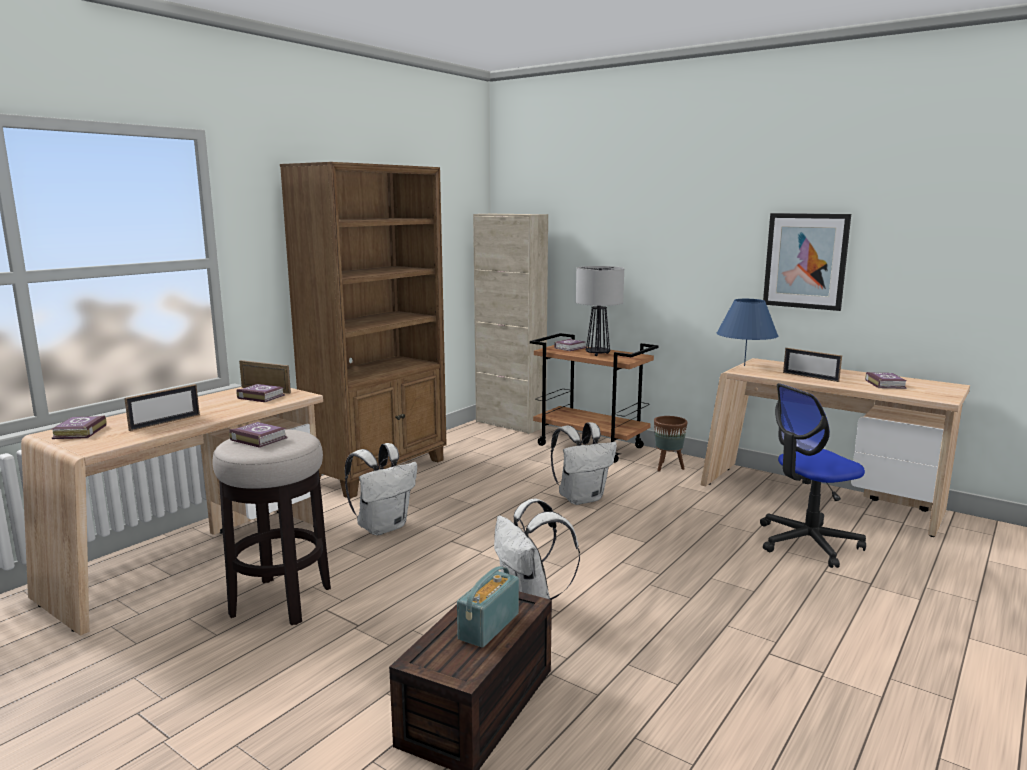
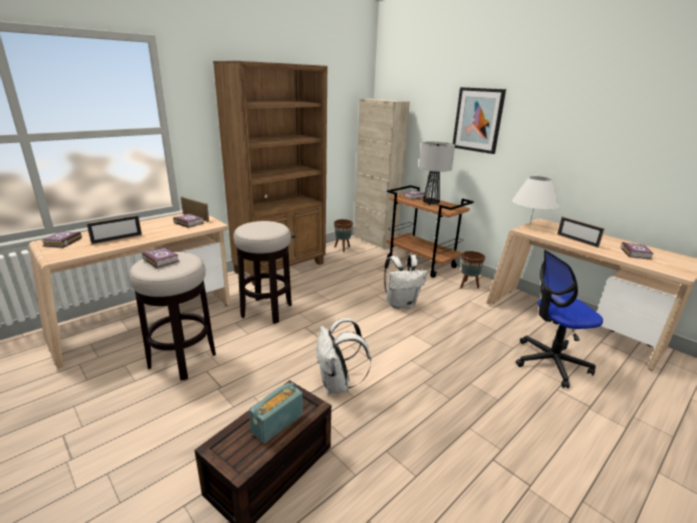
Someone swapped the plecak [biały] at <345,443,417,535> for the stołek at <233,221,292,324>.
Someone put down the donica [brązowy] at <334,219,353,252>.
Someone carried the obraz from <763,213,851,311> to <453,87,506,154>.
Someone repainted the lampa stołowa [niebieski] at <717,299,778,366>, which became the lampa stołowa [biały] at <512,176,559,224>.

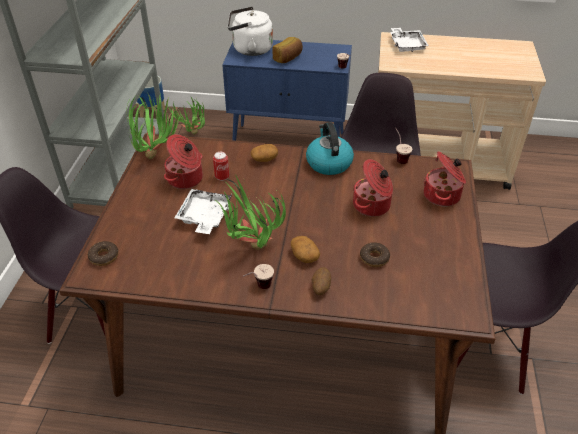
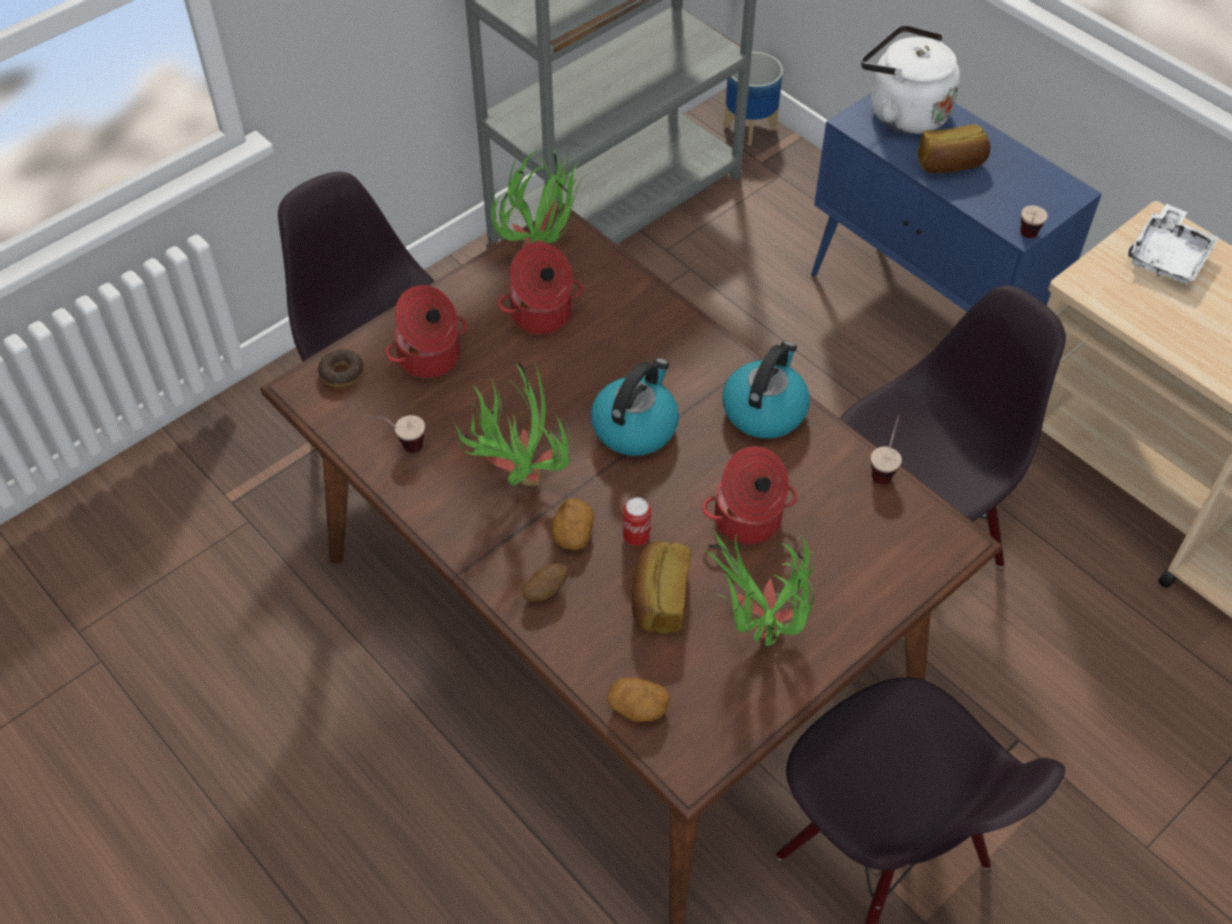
Someone carried the filiżanka from <243,264,274,289> to <367,415,425,453>.
Someone carried the garnek from <423,151,466,206> to <386,285,468,378>.
Someone put down the czajnik at <591,358,679,456>.
Someone carried the ziemniak from <251,144,278,162> to <607,678,670,722>.
Someone carried the puszka from <213,152,229,181> to <623,497,651,546>.
Someone swapped the donut at <360,242,390,267> for the chleb at <632,542,691,633>.
Someone carried the roślina doniczkowa from <168,96,205,135> to <705,532,815,646>.
Someone took away the taca [biały] at <175,189,232,234>.

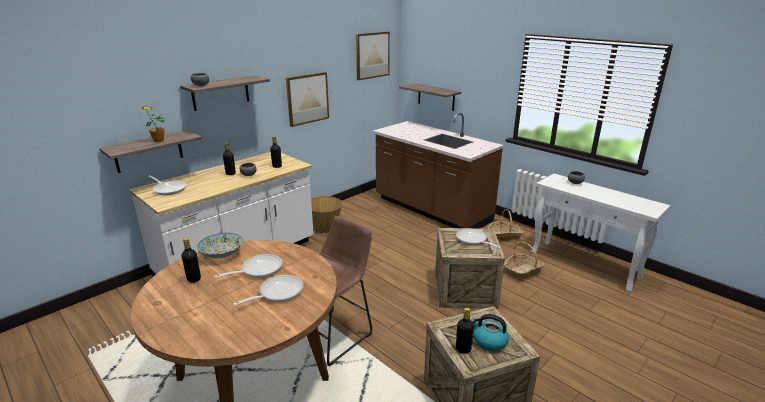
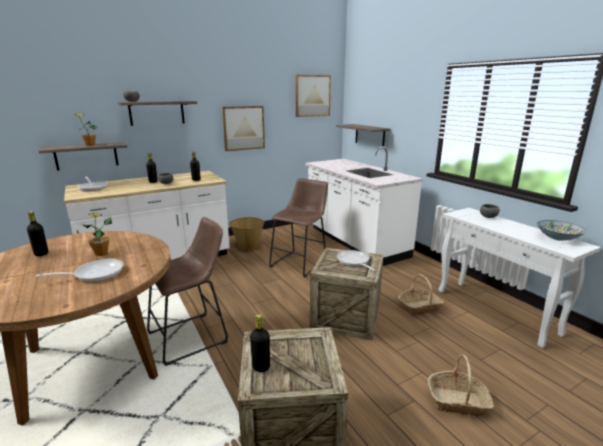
Someone swapped the patelnia at <214,254,282,278> for the roślina doniczkowa at <81,213,112,256>.
Someone put down the stołek [brązowy] at <269,178,328,278>.
Someone repainted the zabudowa kuchenna [brązowy] at <373,113,504,229>, which became the zabudowa kuchenna [biały] at <305,146,423,266>.
Someone carried the koszyk from <488,209,523,240> to <428,355,494,416>.
Someone carried the miska from <197,233,243,259> to <537,220,586,241>.
Someone took away the czajnik at <471,314,509,351>.

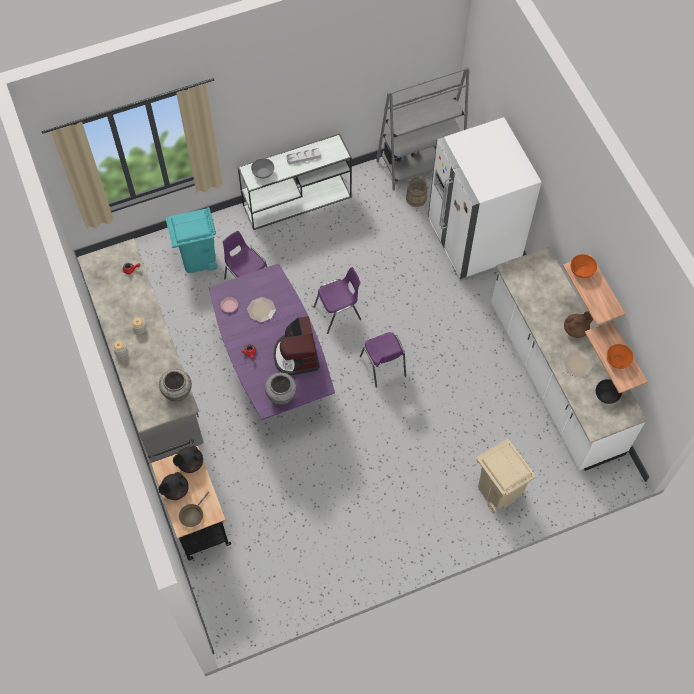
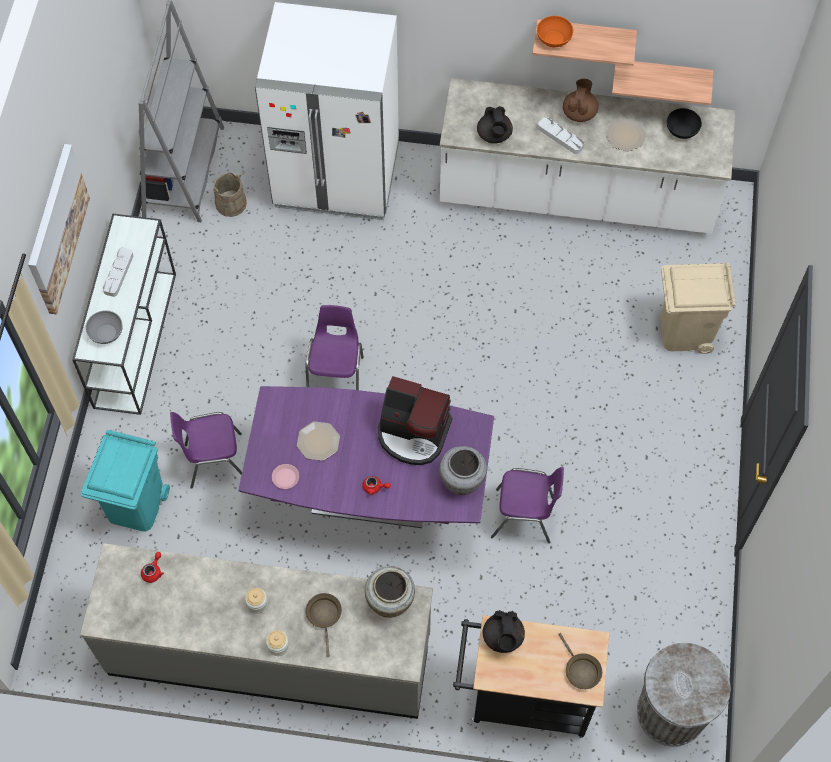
Someone put up the obraz at <28,144,90,314>.
Someone put down the patelnia [brązowy] at <306,593,342,657>.
Someone carried the imbryk [czarny] from <158,472,189,500> to <477,106,513,144>.
Someone carried the krzesło [fioletowy] from <360,332,406,388> to <491,467,564,543>.
Someone put down the taca [szary] at <538,117,584,154>.
Someone put down the kosz na śmieci [szary] at <637,643,731,747>.
Someone took away the miska [pomarańczowy] at <607,344,634,369>.

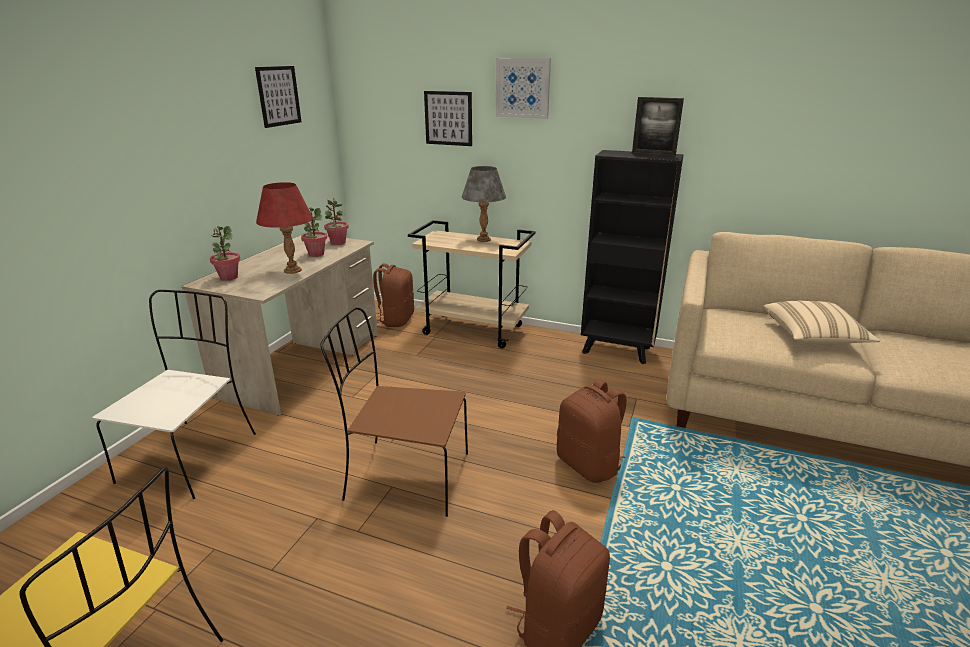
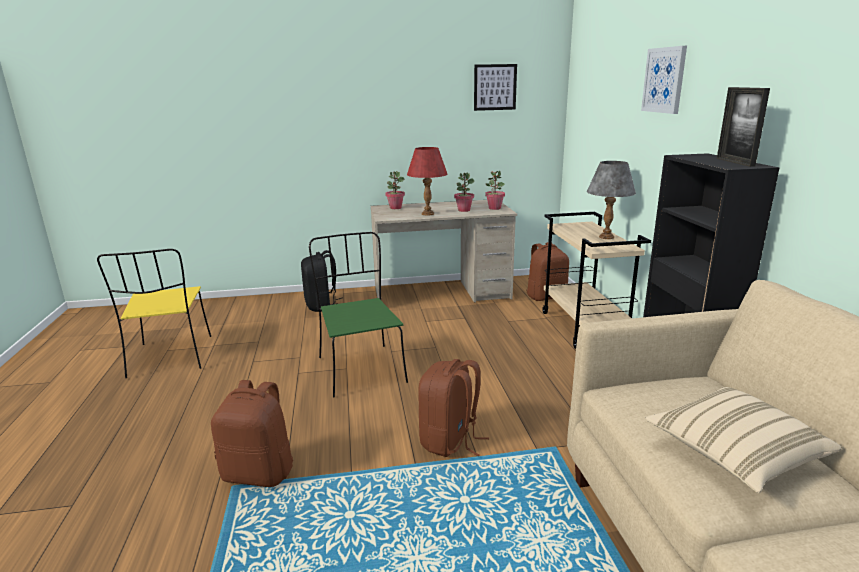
Someone swapped the krzesło [biały] at <92,290,256,499> for the plecak [czarny] at <301,250,341,312>.
Someone repainted the krzesło [brązowy] at <320,307,468,517>, which became the krzesło [zielony] at <309,232,408,397>.
Someone took away the obraz at <424,91,472,146>.

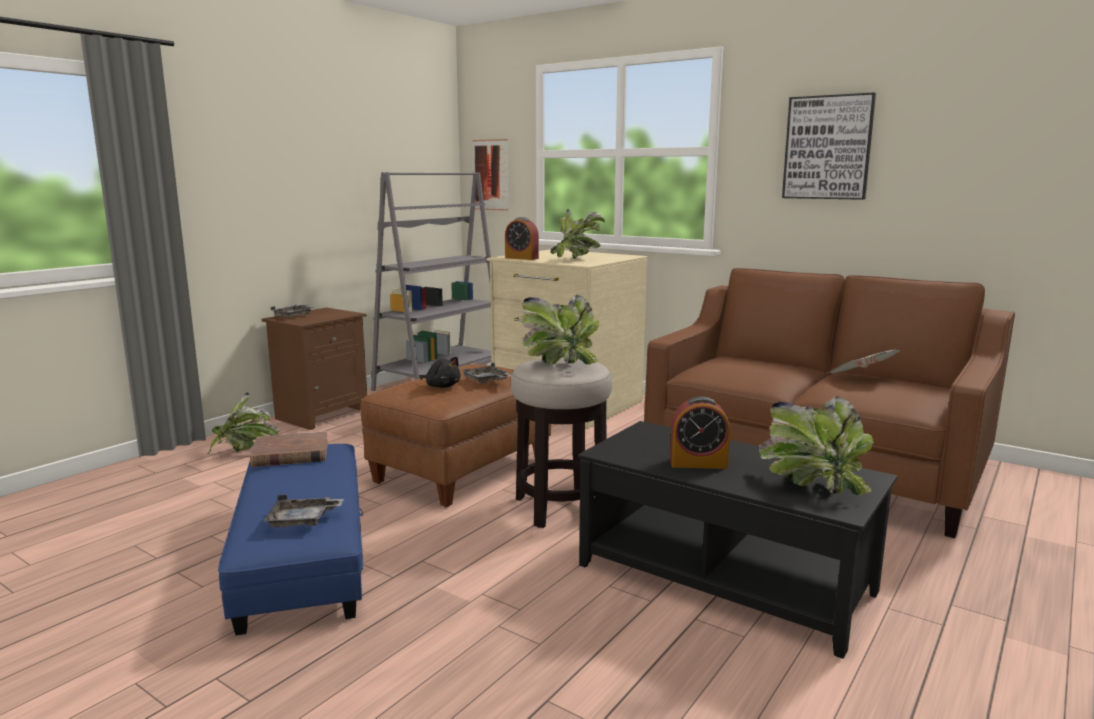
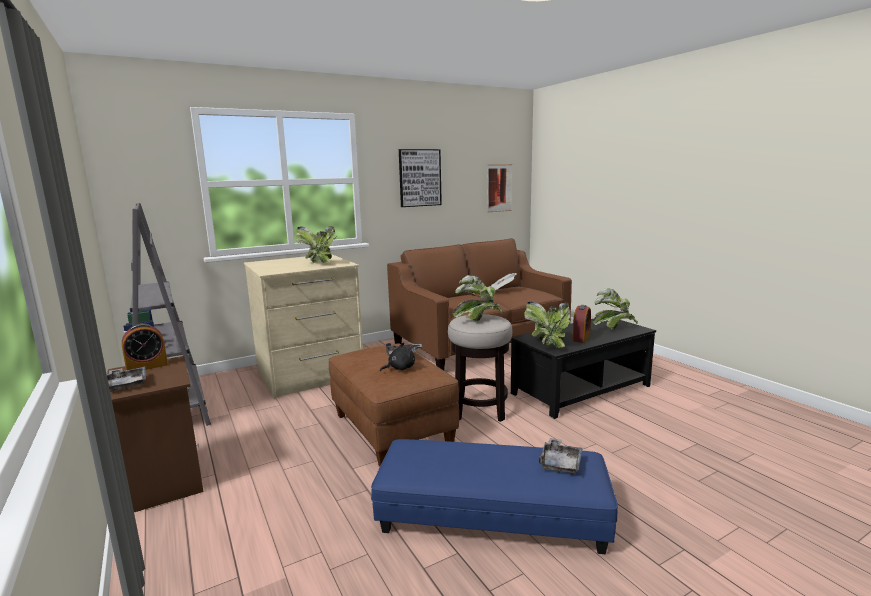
Someone carried the budzik from <505,217,539,260> to <122,323,168,370>.
Someone carried the obraz from <473,139,509,211> to <487,164,512,212>.
Someone carried the roślina doniczkowa from <207,393,280,454> to <524,301,571,348>.
Someone took away the książka [brązowy] at <250,431,328,467>.

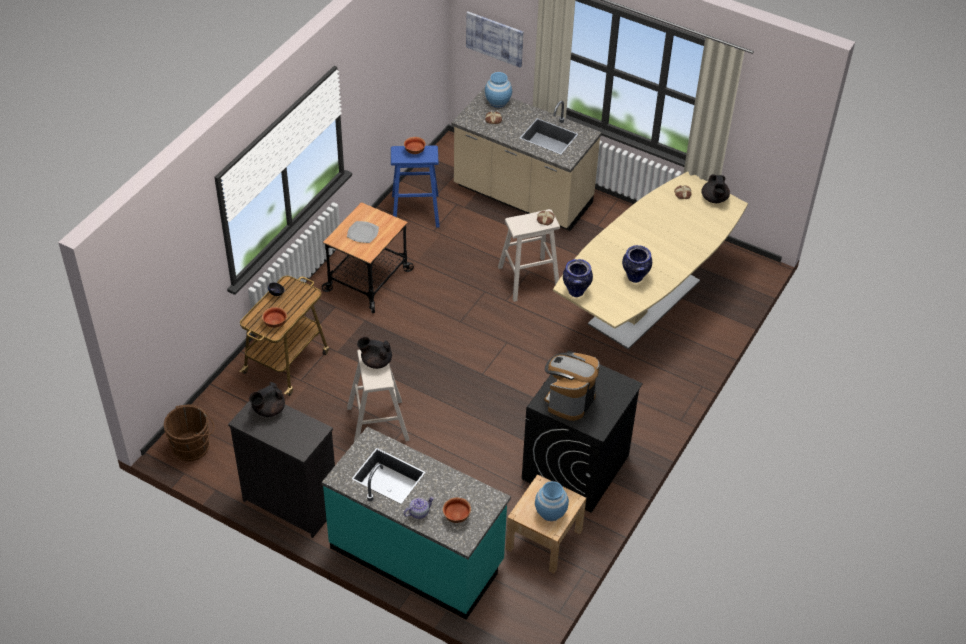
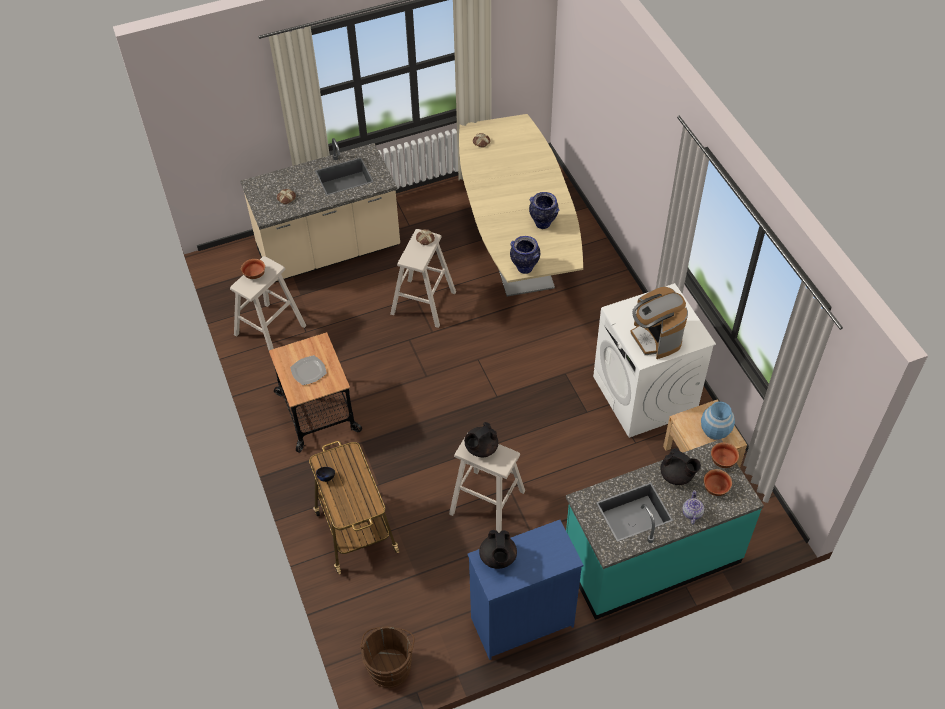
Someone repainted the stołek [niebieski] at <391,145,440,228>, which became the stołek [beżowy] at <230,256,307,350>.
Someone repainted the komoda [czarny] at <228,401,335,538>, which became the komoda [niebieski] at <467,520,584,660>.
Someone repainted the pralka [czarny] at <522,351,643,513>, which became the pralka [biały] at <593,283,716,438>.
Someone carried the imbryk [czarny] from <701,174,730,203> to <660,448,701,485>.
Someone carried the miska from <262,307,287,328> to <711,442,739,468>.
Someone took away the obraz at <466,12,523,68>.
Someone took away the wazon [niebieski] at <485,72,512,108>.

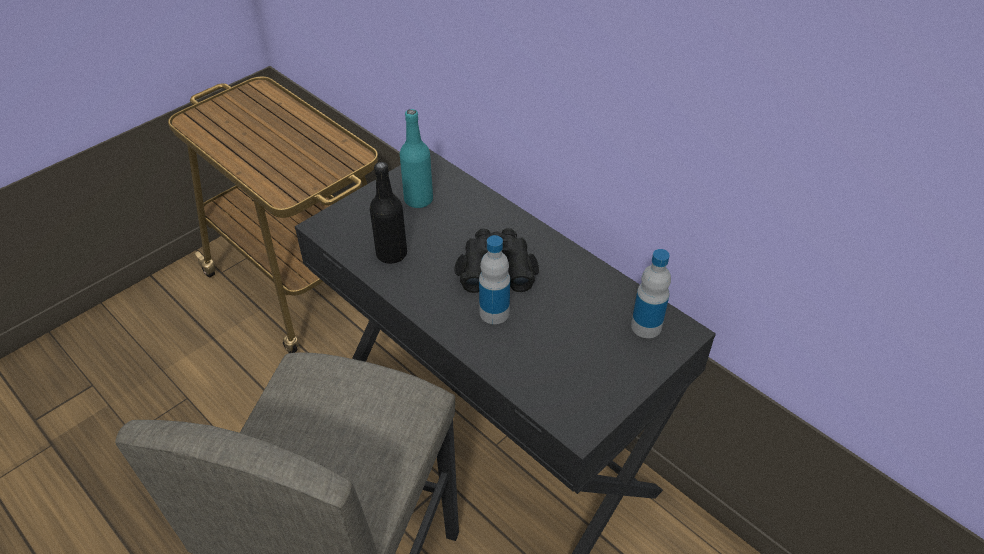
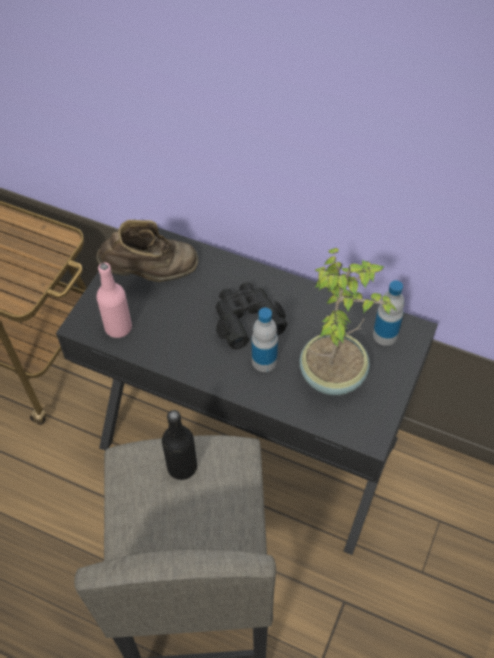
Someone swapped the butelka [turkusowy] at <400,109,433,208> for the but z cholewką [brązowy] at <96,220,198,282>.
Someone put down the butelka [różowy] at <96,263,132,338>.
Someone carried the butelka [czarny] from <370,162,407,264> to <162,410,197,480>.
Someone put down the roślina doniczkowa at <299,248,397,395>.

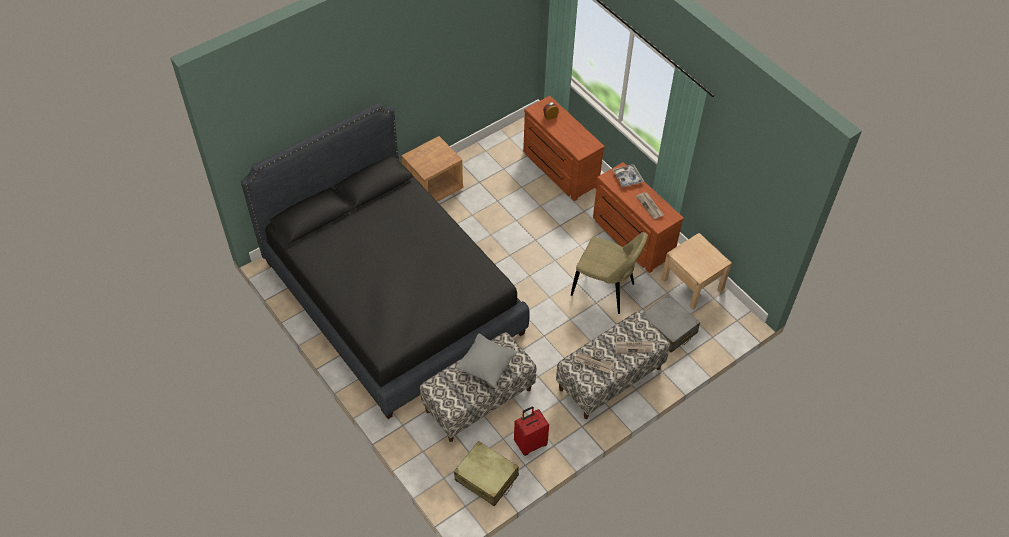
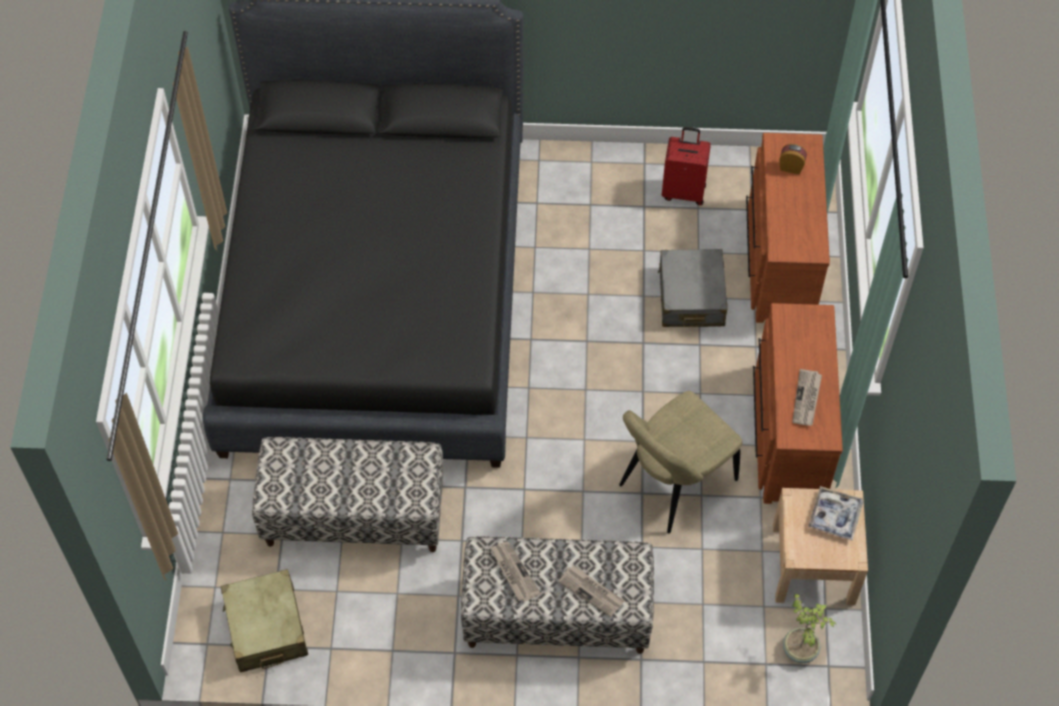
Someone rotated the krzesło [beżowy] at <571,232,648,314> by 75 degrees clockwise.
Someone carried the walizka [szary] from <642,295,700,352> to <658,249,728,327>.
Someone carried the walizka [czerwony] from <514,406,549,456> to <662,127,711,205>.
Someone put down the roślina doniczkowa at <783,594,836,663>.
Someone carried the taca from <612,164,644,188> to <808,486,863,541>.
Someone took away the szafka nocna [brązowy] at <401,136,463,202>.
Someone took away the poduszka [szary] at <456,333,517,387>.

